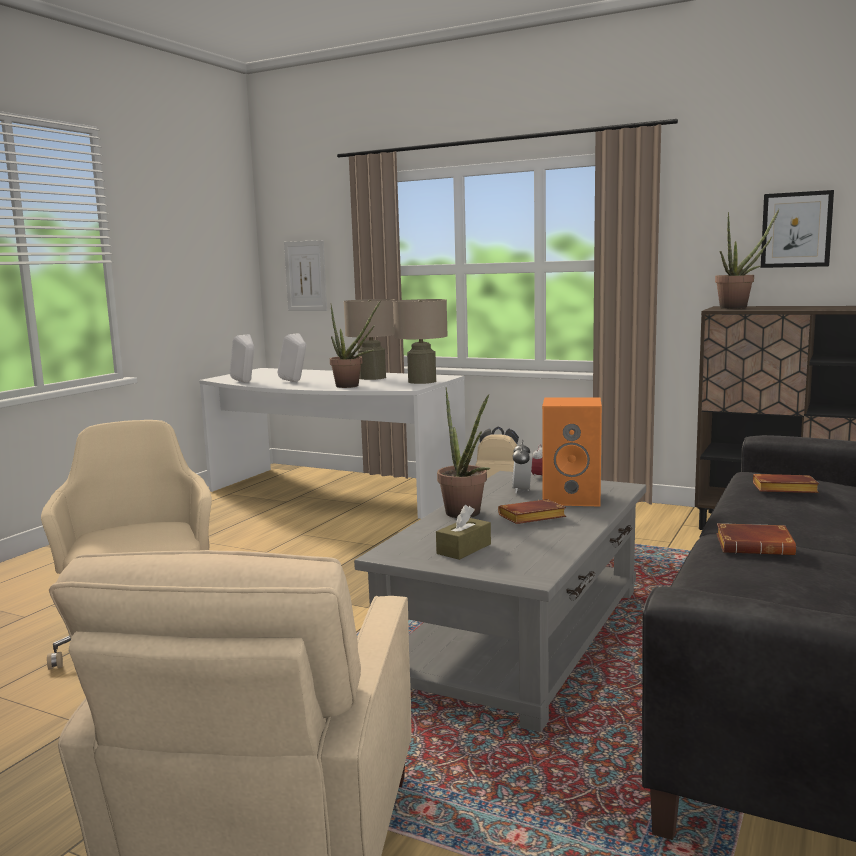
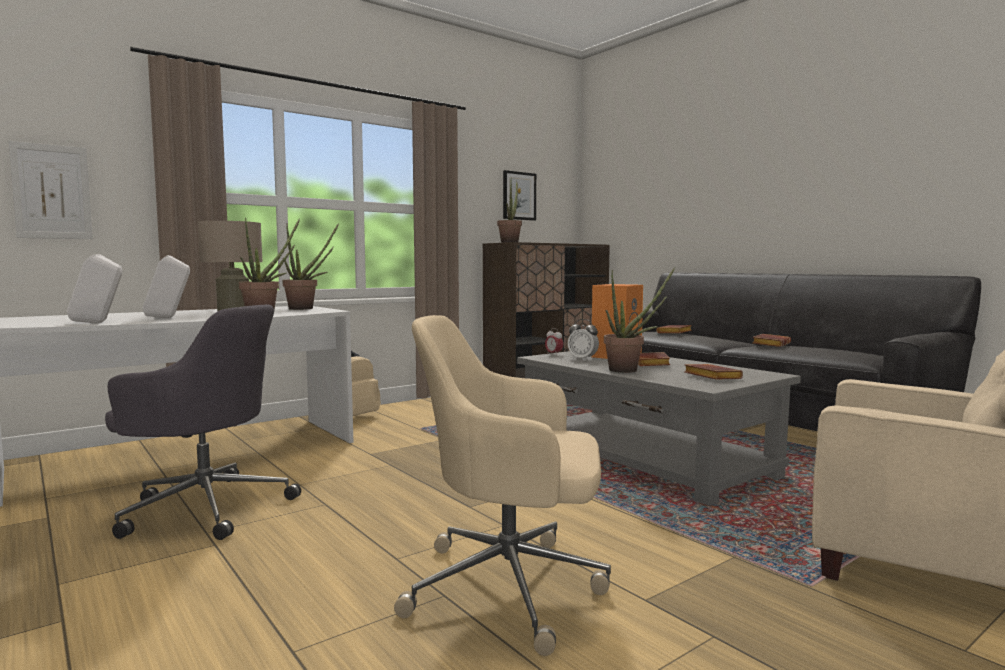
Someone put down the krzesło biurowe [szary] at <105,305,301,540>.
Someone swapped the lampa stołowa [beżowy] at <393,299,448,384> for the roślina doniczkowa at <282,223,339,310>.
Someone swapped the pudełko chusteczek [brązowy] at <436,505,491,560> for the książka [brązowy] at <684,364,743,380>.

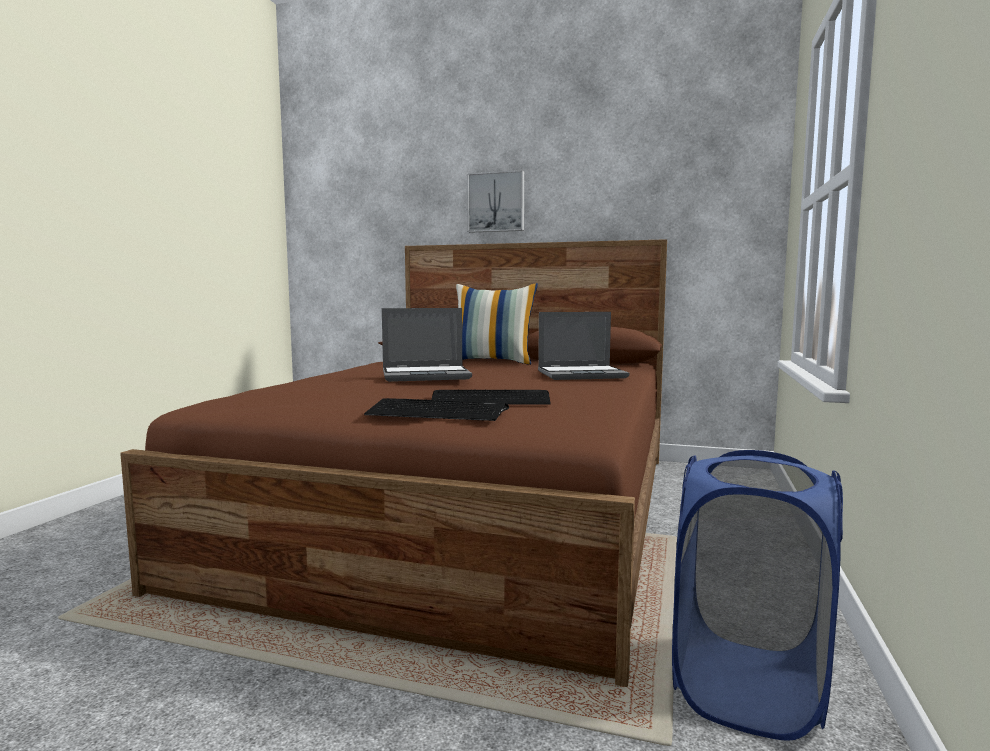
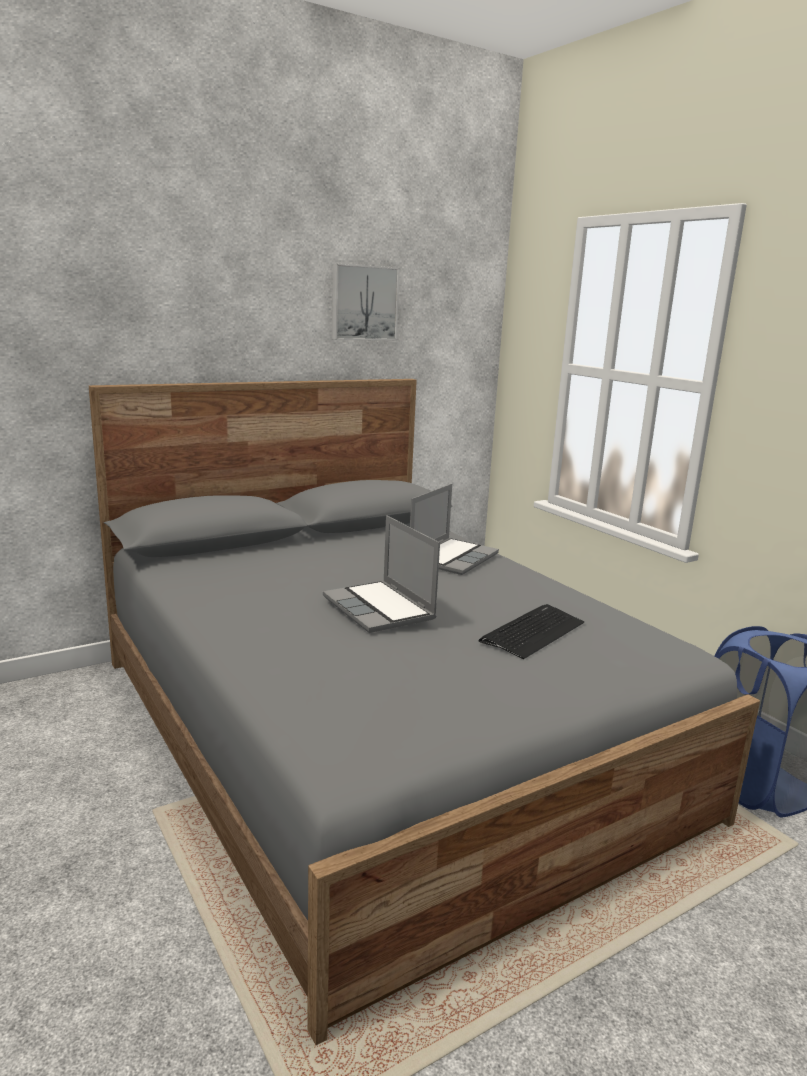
Someone repainted the łóżko [brązowy] at <120,239,667,687>, which became the łóżko [szary] at <89,379,760,1045>.
Someone rotated the laptop at <382,308,472,382> by 120 degrees clockwise.
Someone carried the obraz from <467,170,524,233> to <332,264,400,340>.
Someone took away the klawiatura at <364,398,509,421>.
Someone took away the poduszka at <456,283,538,365>.

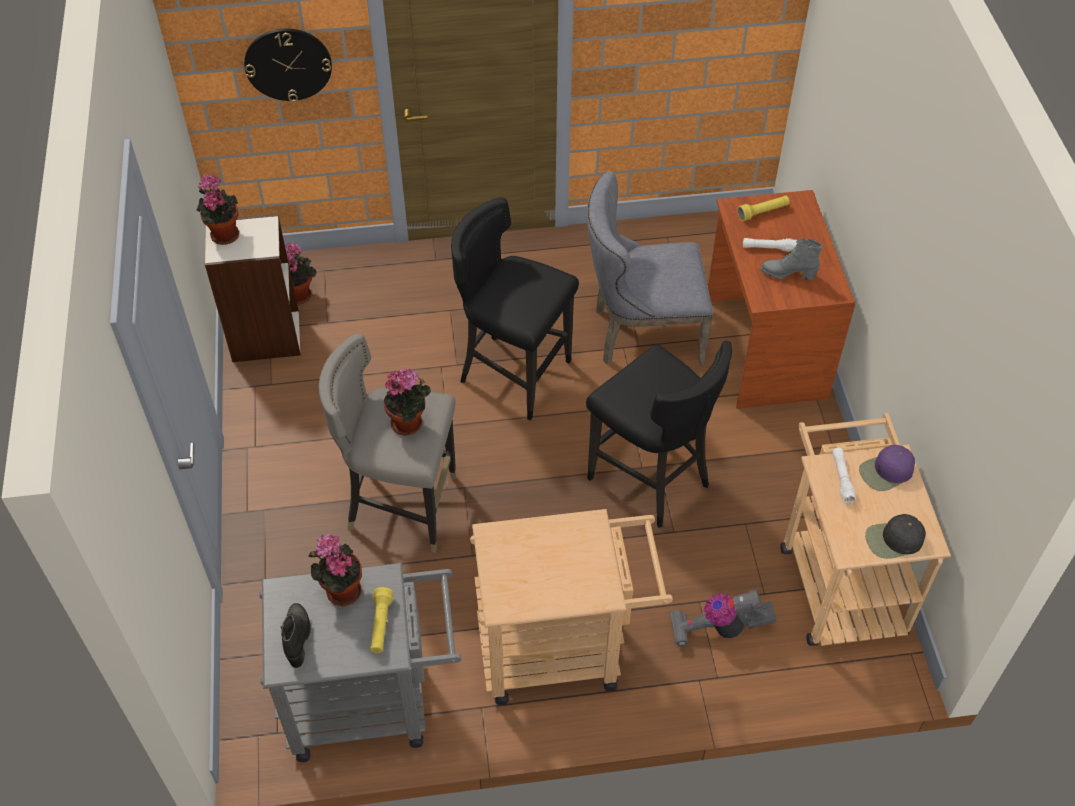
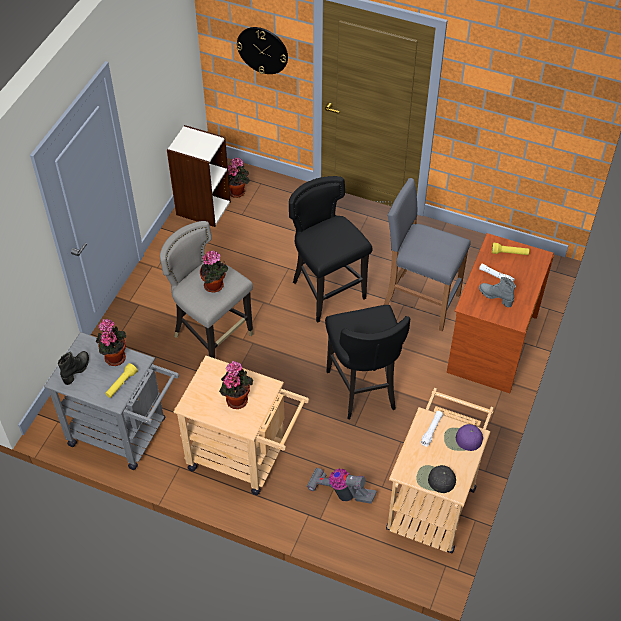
Someone carried the roślina doniczkowa from <197,174,239,245> to <219,361,253,409>.
Someone swapped the krzesło [szary] at <586,171,714,366> for the stołek [szary] at <383,178,471,331>.

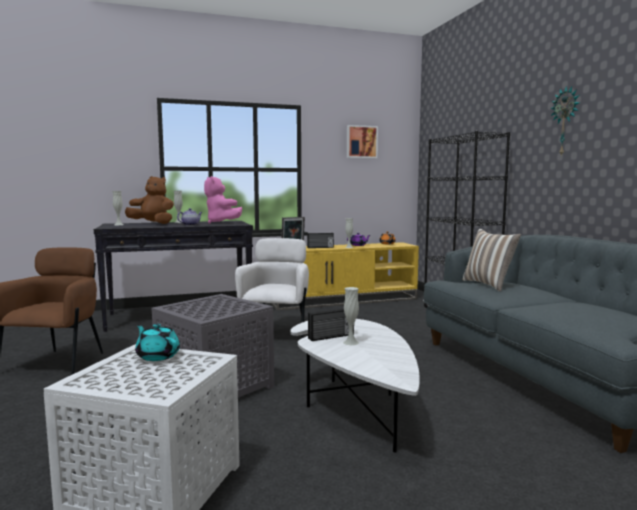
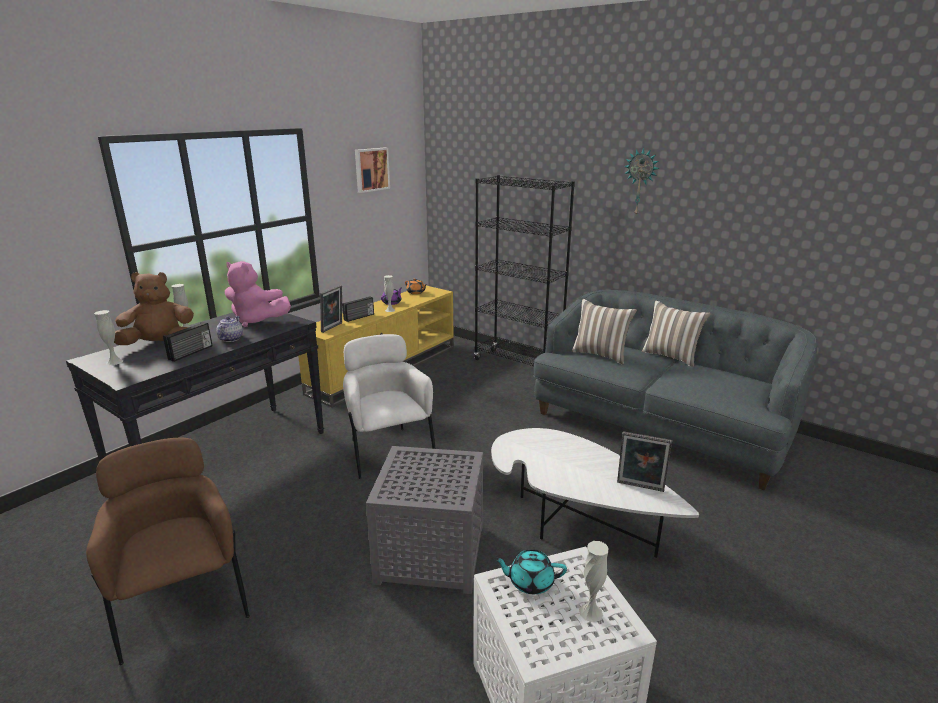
Someone carried the radio from <308,309,354,341> to <163,322,213,362>.
Someone carried the wazon [biały] from <343,287,359,345> to <579,541,609,622>.
Someone put down the ramka na zdjęcie at <617,432,672,492>.
Someone put down the poduszka at <642,300,711,367>.

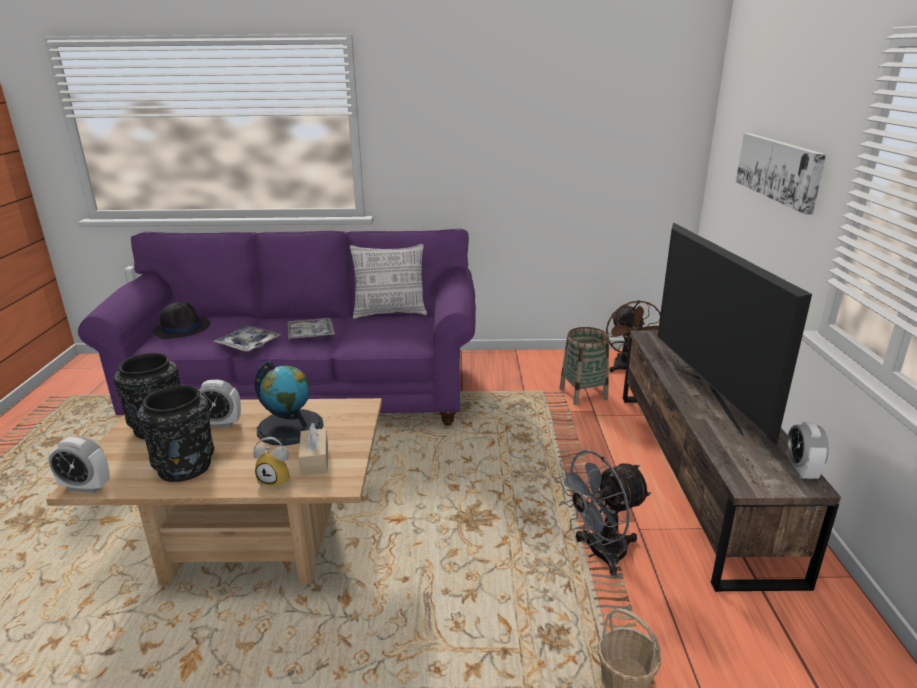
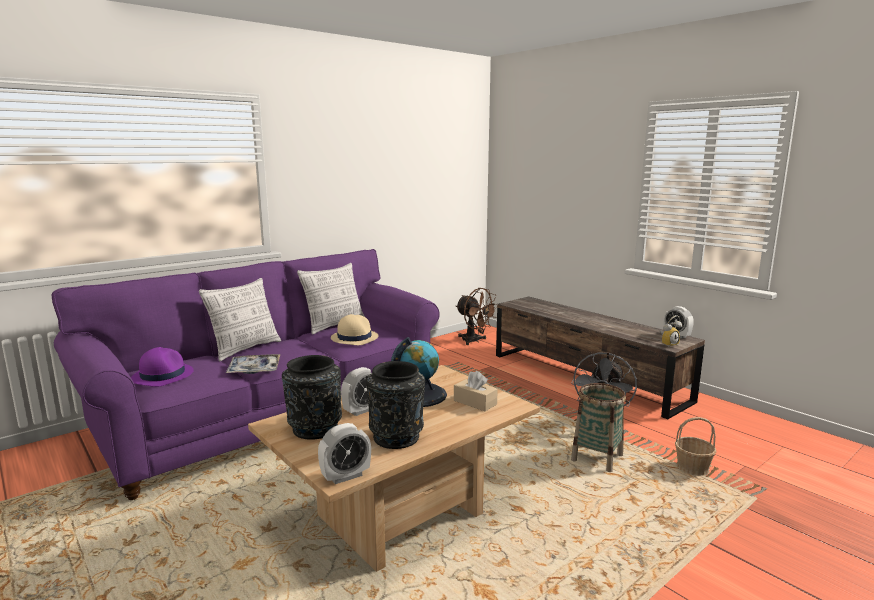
Someone repainted the kapelusz [czarny] at <153,302,210,339>, which became the kapelusz [fioletowy] at <131,347,194,387>.
Someone put down the poduszka at <199,278,281,361>.
Someone put down the kapelusz [beżowy] at <331,314,378,345>.
Someone carried the koszyk from <559,327,609,405> to <571,383,626,472>.
Someone carried the budzik from <253,437,290,489> to <659,315,682,347>.
Someone took away the taca at <288,318,335,339>.
Someone took away the telewizor at <657,222,812,446>.
Someone took away the obraz at <736,133,826,215>.

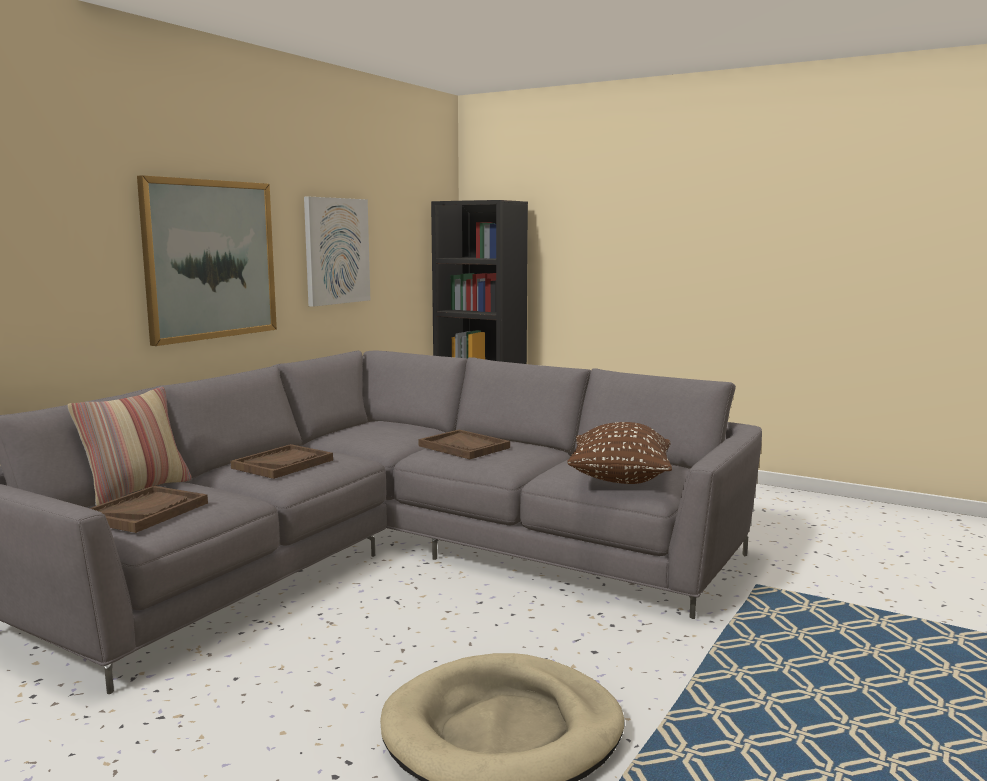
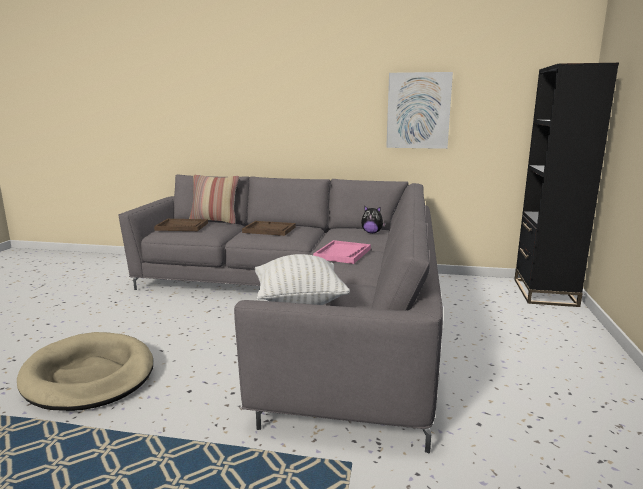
Someone repainted the poduszka [brązowy] at <567,422,672,484>, which became the poduszka [biały] at <255,254,350,305>.
Someone repainted the taca [brązowy] at <419,430,510,459>, which became the taca [różowy] at <313,240,371,264>.
Someone put down the pluszak at <361,206,386,233>.
Someone took away the obraz at <137,175,277,346>.

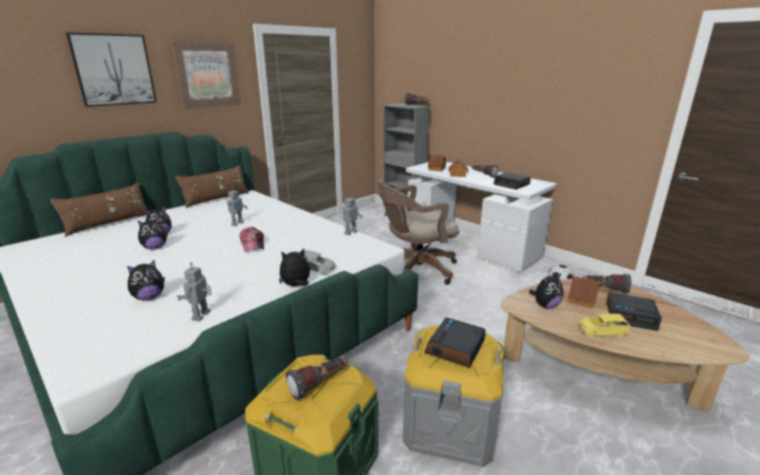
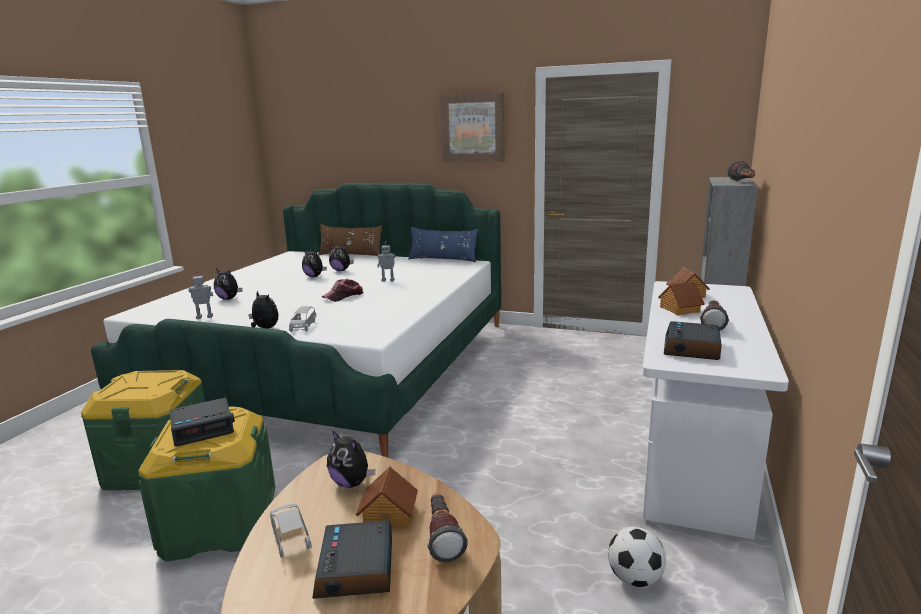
Someone repainted the pojemnik do przechowywania [szary] at <403,325,504,467>, which became the pojemnik do przechowywania [zielony] at <138,406,275,561>.
Someone rotated the budzik at <424,317,485,368> by 150 degrees clockwise.
Someone repainted the samochodzik [żółty] at <579,314,631,337>, which became the samochodzik [szary] at <270,504,312,559>.
Someone repainted the poduszka [brązowy] at <175,165,249,208>, which became the poduszka [niebieski] at <409,226,478,262>.
Someone took away the obraz at <66,32,157,107>.
Someone took away the latarka at <286,358,347,400>.
Someone took away the robot zabawkowy at <343,194,363,235>.
Someone took away the krzesło biurowe [brązowy] at <377,180,459,285>.

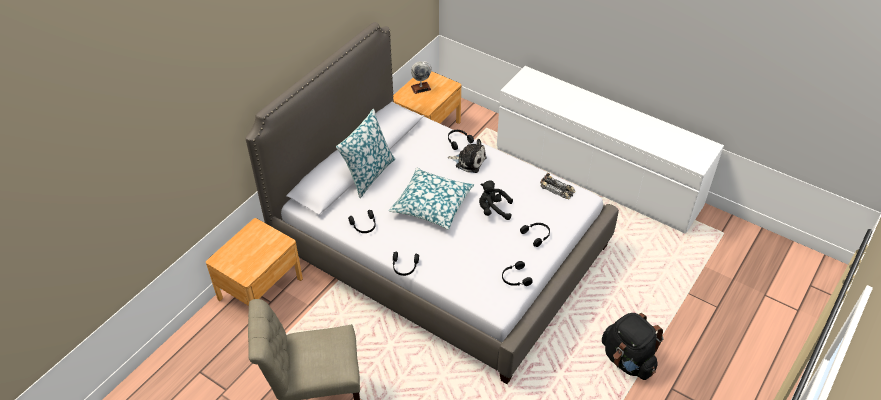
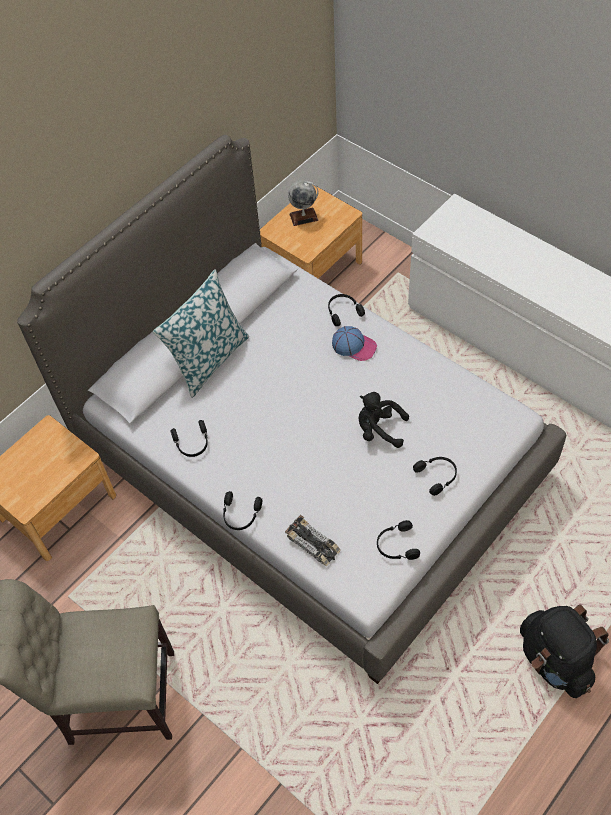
Someone carried the samochodzik from <540,173,575,199> to <285,515,341,566>.
Someone swapped the pluszak at <448,139,487,173> for the czapka z daszkiem at <332,326,377,361>.
Someone took away the poduszka at <389,168,474,230>.

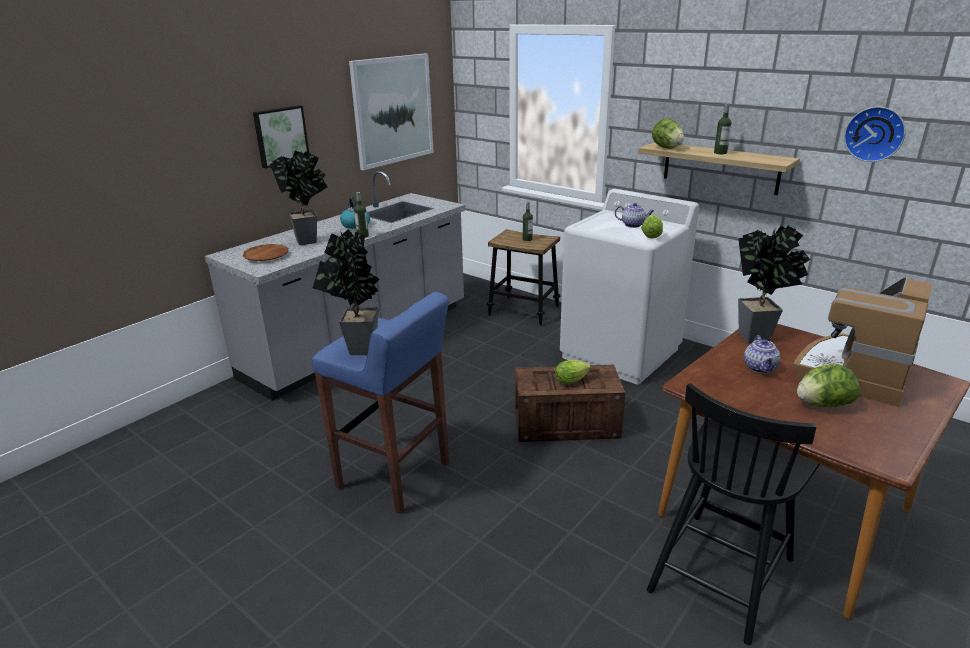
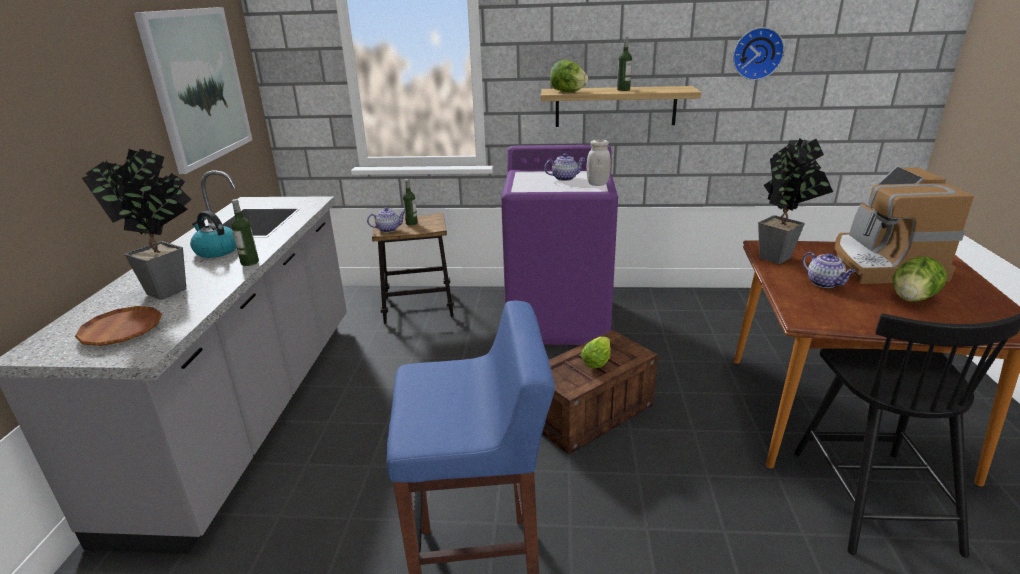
Someone put down the imbryk at <367,207,406,232>.
Someone repainted the pralka [biały] at <560,189,699,385>, which became the pralka [fioletowy] at <501,145,618,345>.
Someone swapped the sałata at <641,215,663,239> for the słoik [biały] at <587,140,611,186>.
Someone took away the obraz at <253,105,309,168>.
Someone took away the roślina doniczkowa at <313,229,380,355>.

